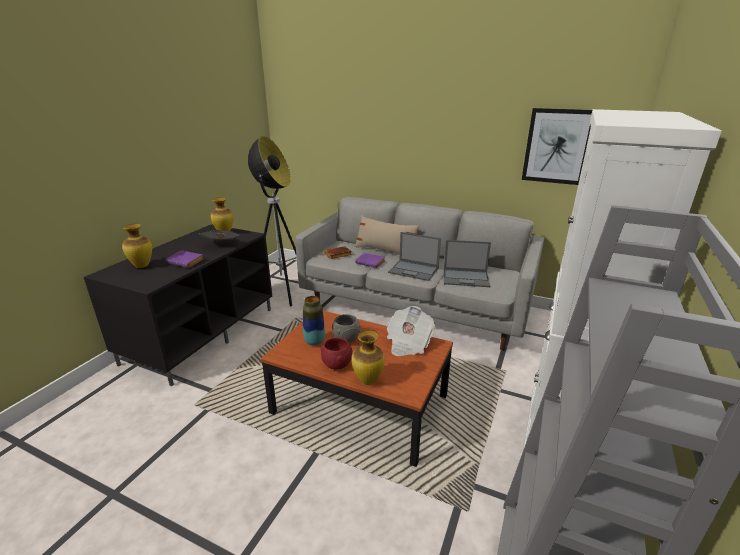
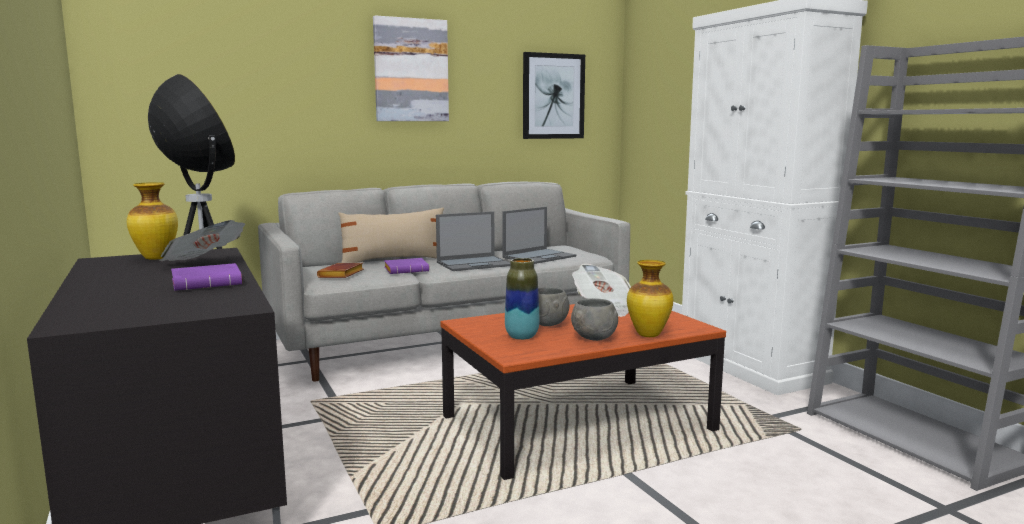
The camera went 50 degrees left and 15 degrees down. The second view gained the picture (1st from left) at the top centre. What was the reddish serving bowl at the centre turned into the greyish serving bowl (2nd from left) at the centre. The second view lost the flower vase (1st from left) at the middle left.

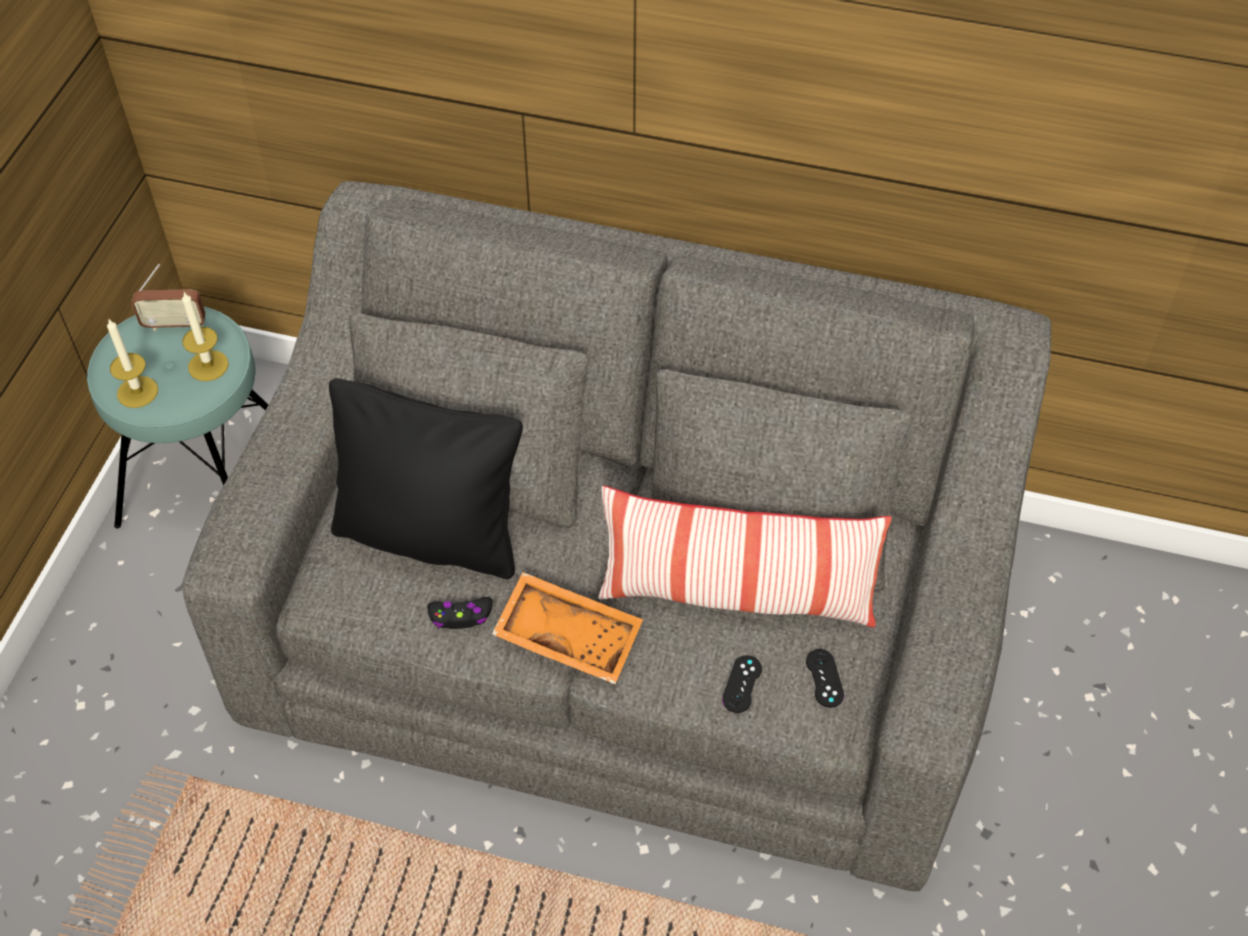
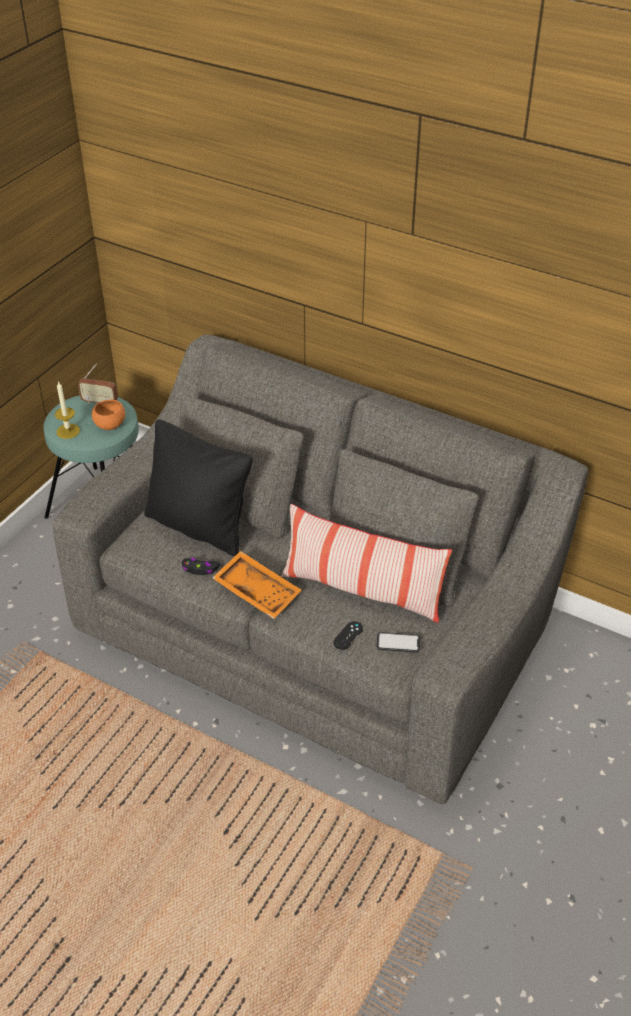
The camera went 15 degrees right and 10 degrees down. Where the candle (2nd from left) stood at the middle left, the orangey serving bowl came to stand at the middle left. Where the blackish joypad (3rd from left) stood at the bottom centre, the handset came to stand at the centre.

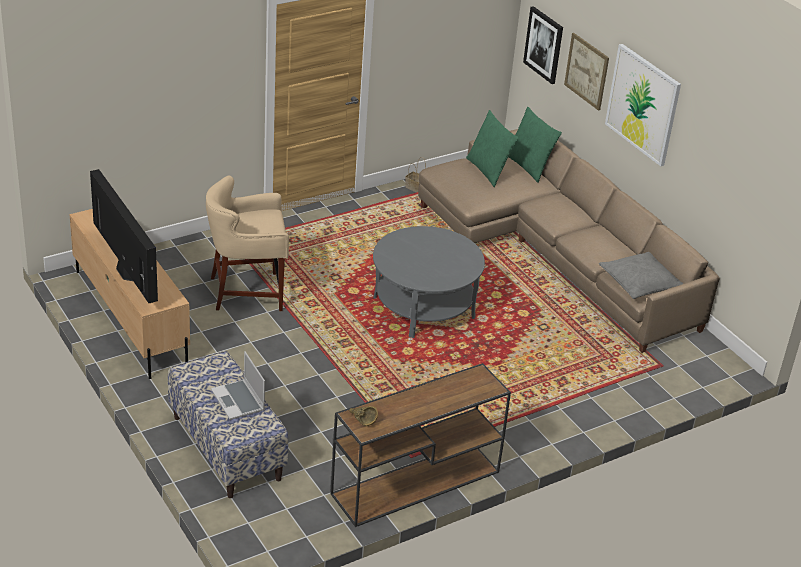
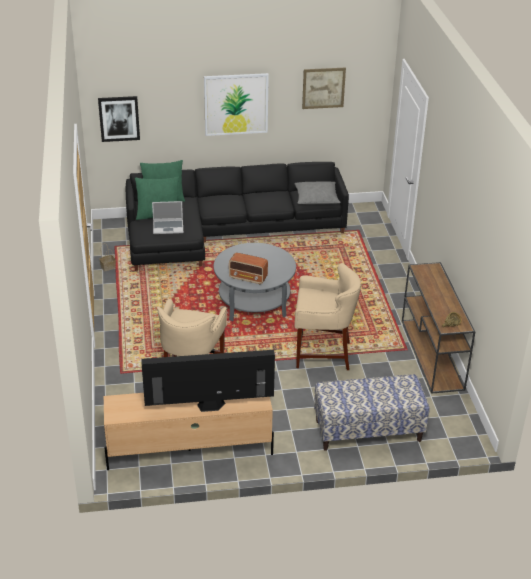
The camera went 65 degrees left and 0 degrees up. What was the beige-coloured sofa at the middle right turned into the blackish sofa at the centre. The notebook computer ended up elsewhere, having gone from the bottom left to the middle left. The second view gained the radio at the centre. The second view gained the beige-coloured stool seat (2nd from left) at the centre. The picture (2nd from left in the first image) ended up elsewhere, having gone from the top right to the top centre.

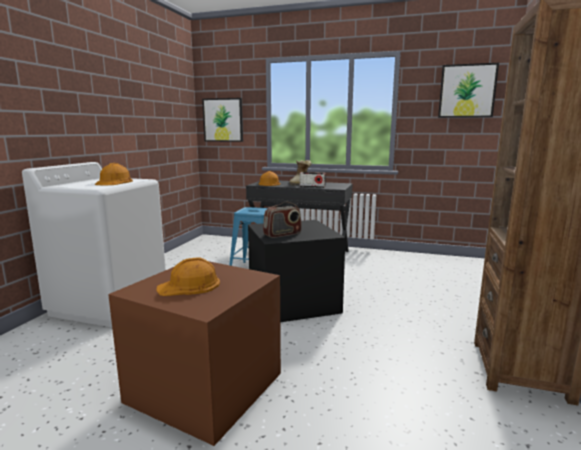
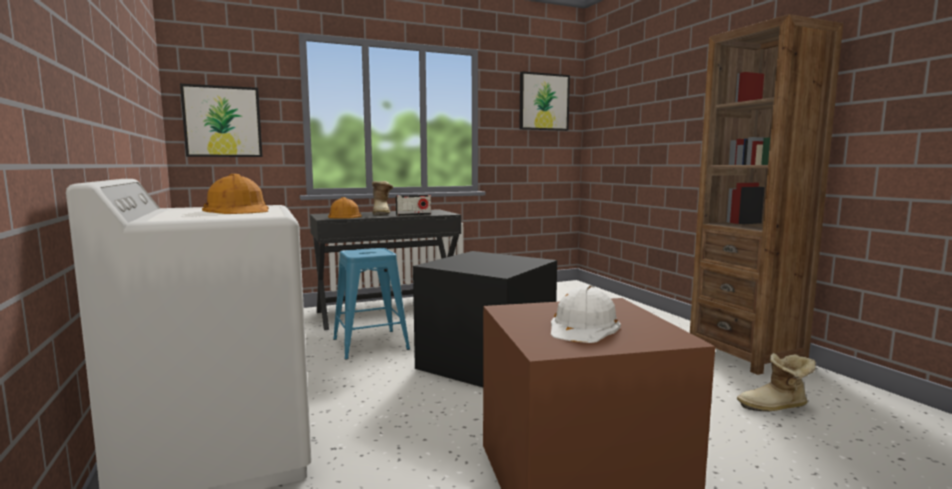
The camera went 40 degrees left and 5 degrees down. What was the orangey work helmet (2nd from left) at the middle left turned into the white work helmet at the centre. The second view gained the high-top boot (2nd from left) at the bottom right. The second view lost the radio (1st from left) at the centre.

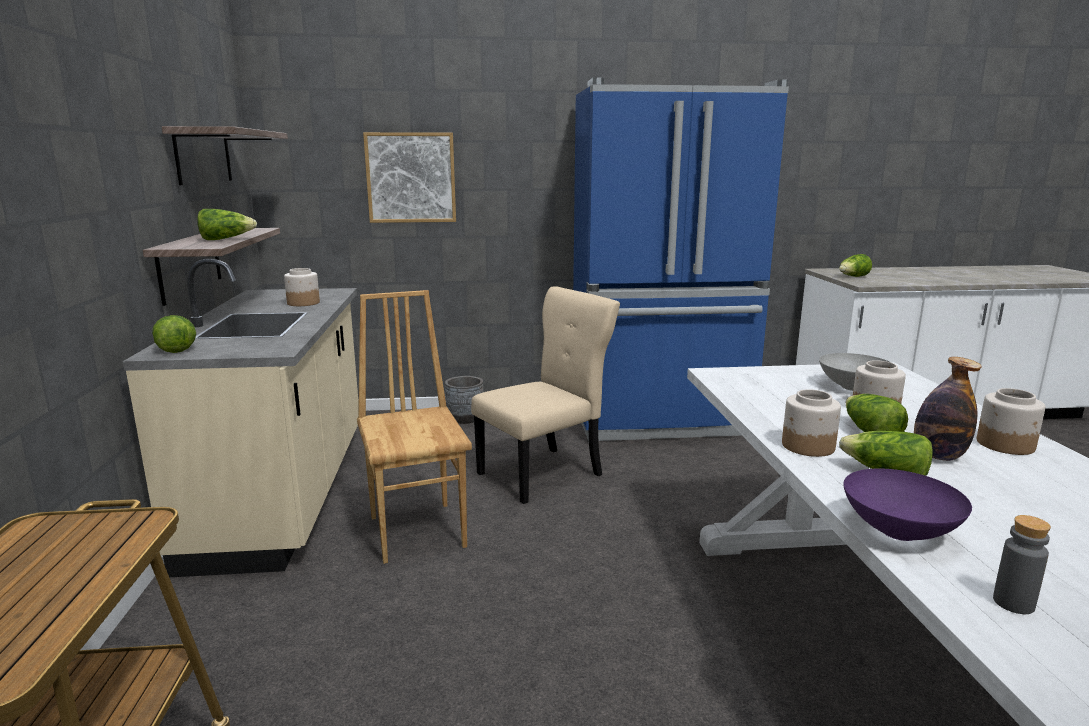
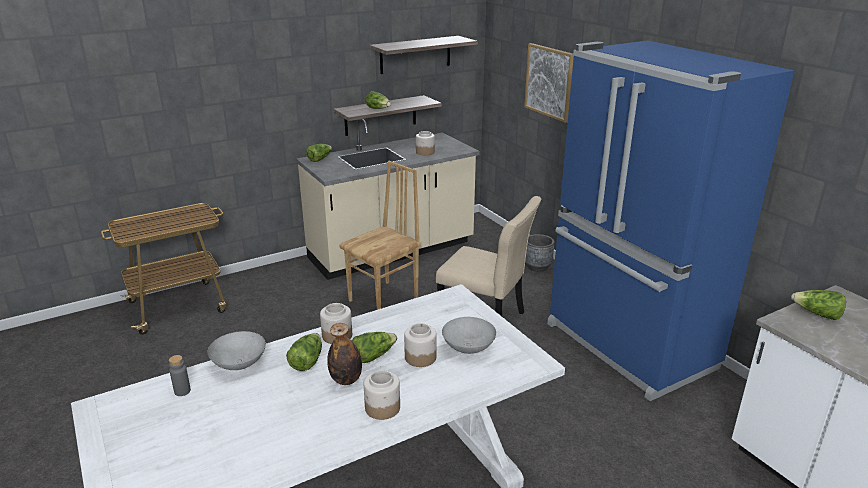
The camera went 65 degrees right and 10 degrees up. What was the purple serving bowl at the bottom right turned into the greyish serving bowl (1st from left) at the bottom left.

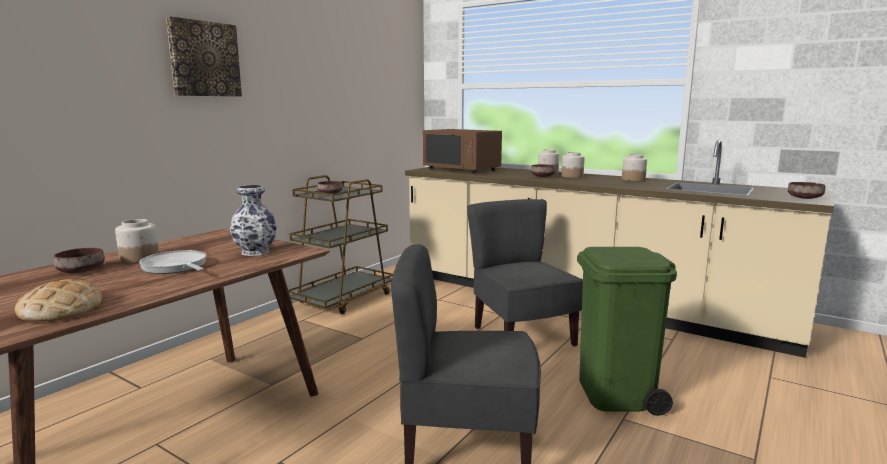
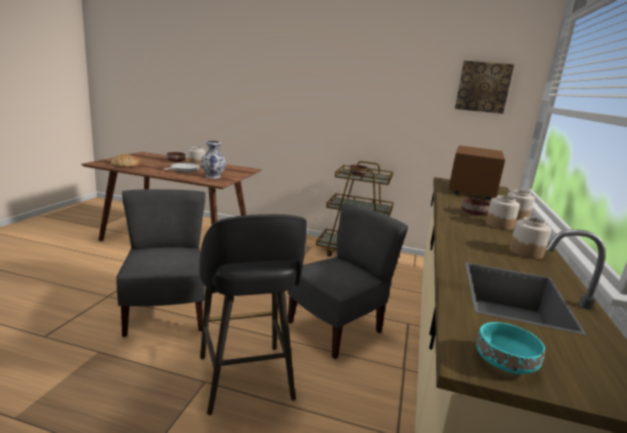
The camera went 70 degrees right and 5 degrees up. Where the greenish trash can stood at the bottom right, the blackish stool seat came to stand at the bottom centre. The picture ended up elsewhere, having gone from the top left to the top right. What was the brown serving bowl (4th from left) at the middle right turned into the turquoise serving bowl at the bottom right.

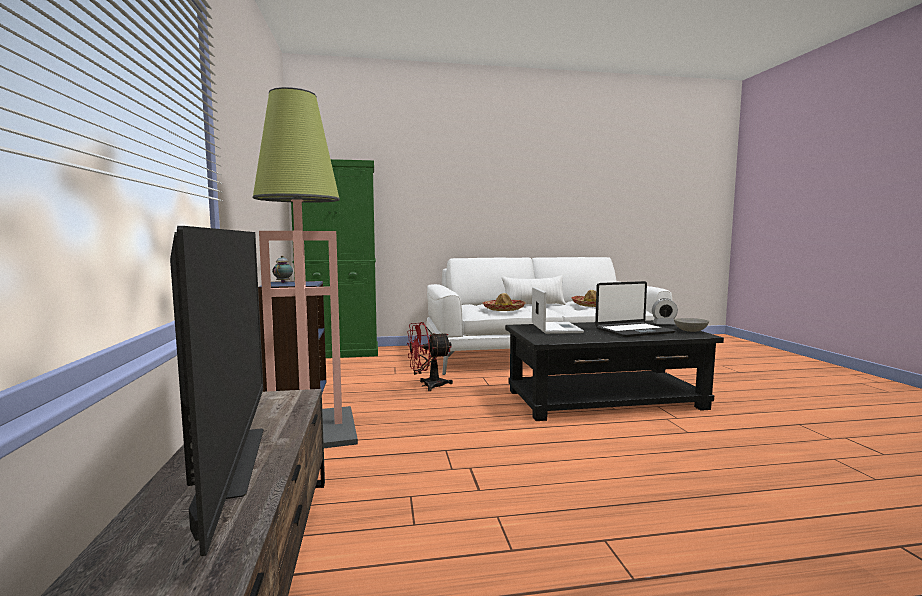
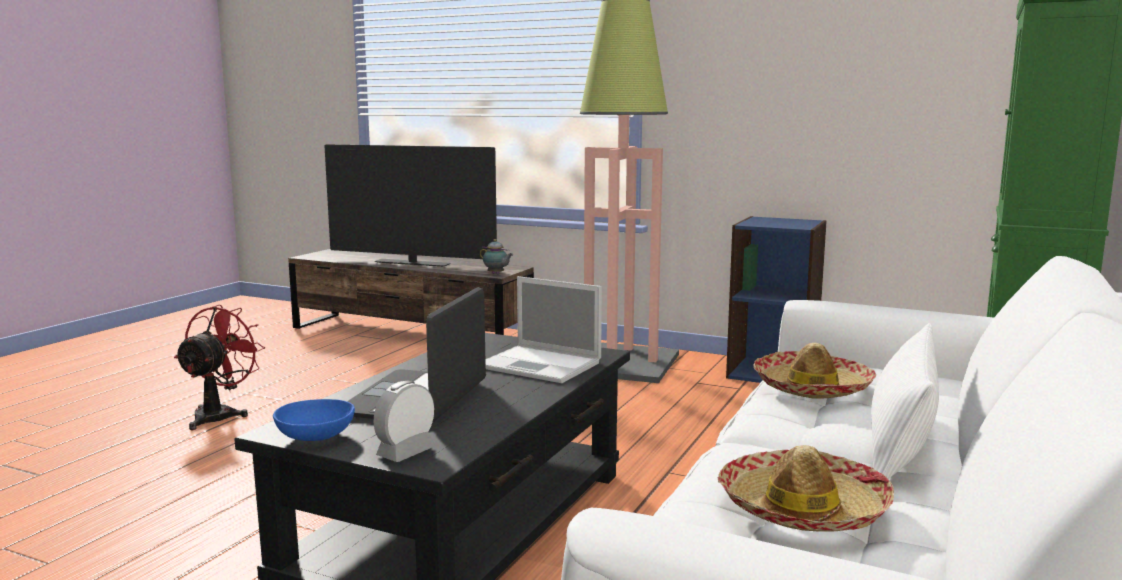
The camera went 125 degrees right and 5 degrees up. The reddish cooling fan ended up elsewhere, having gone from the centre to the middle left. What was the greyish serving bowl at the middle right turned into the blue-coloured serving bowl at the bottom left. The teapot ended up elsewhere, having gone from the middle left to the centre.

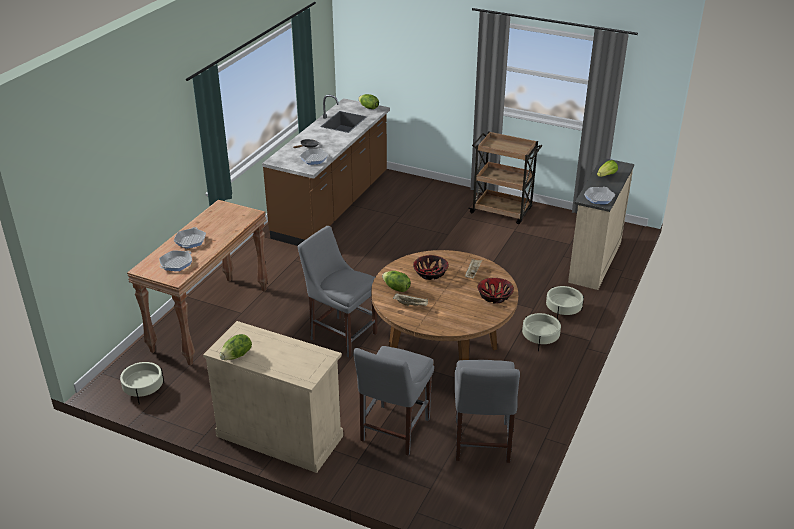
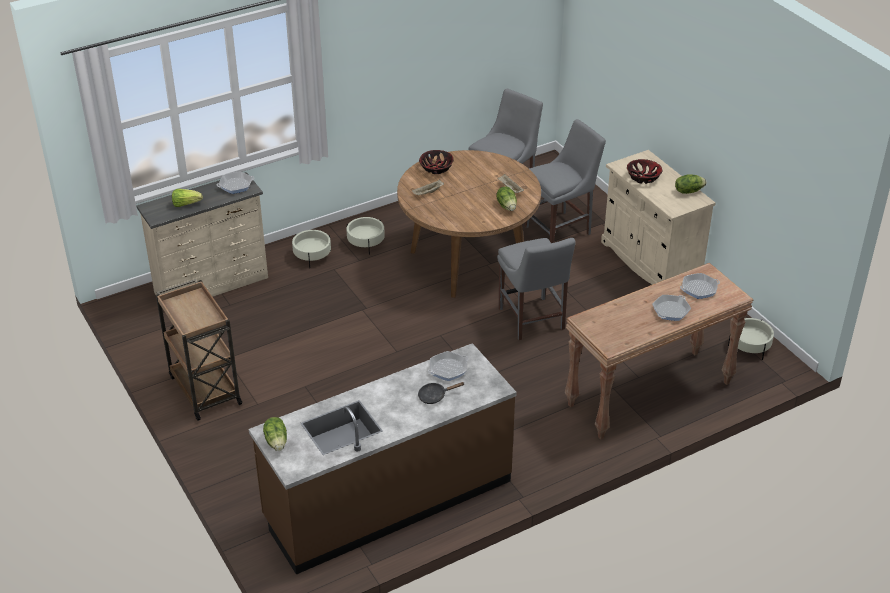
The camera went 145 degrees left and 5 degrees up. The serving bowl (1st from left in the first image) ended up elsewhere, having gone from the centre to the top right.

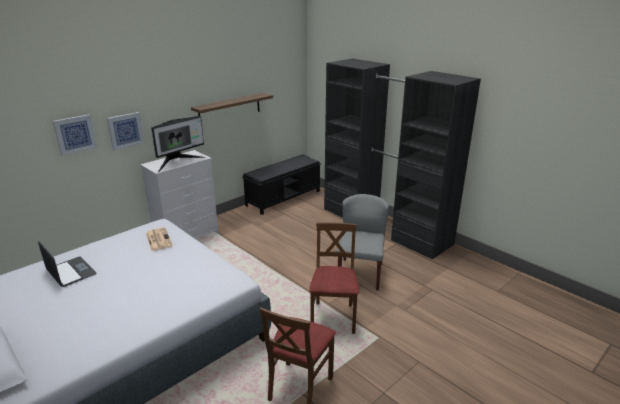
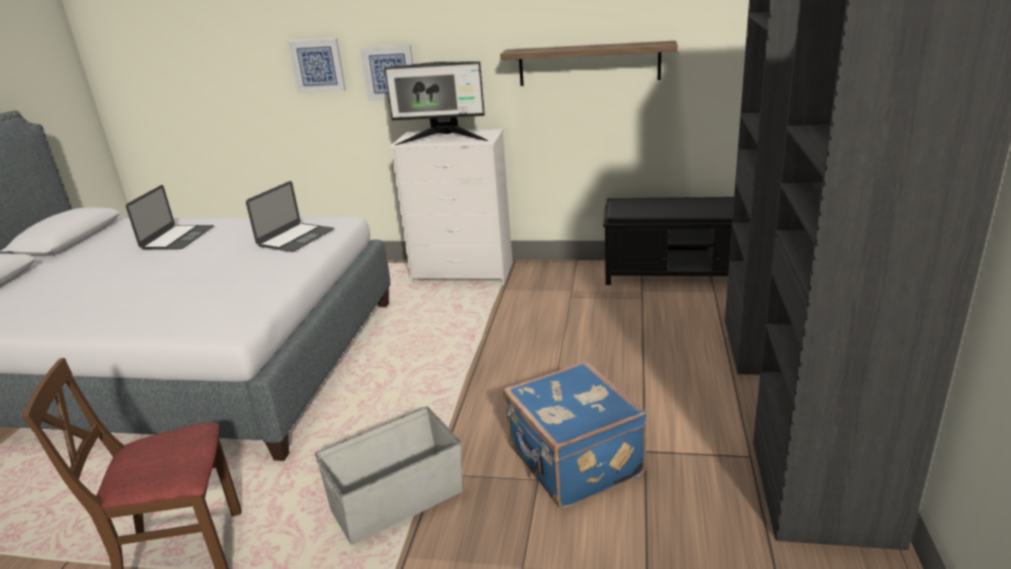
The camera went 55 degrees right and 0 degrees up. Where the printed paper stood at the middle left, the notebook computer (2nd from left) came to stand at the middle left. Where the brown plain chair (2nd from left) stood at the bottom centre, the greyish storage container came to stand at the bottom centre. Where the greyish plain chair stood at the centre, the blue-coloured travel case came to stand at the bottom centre.

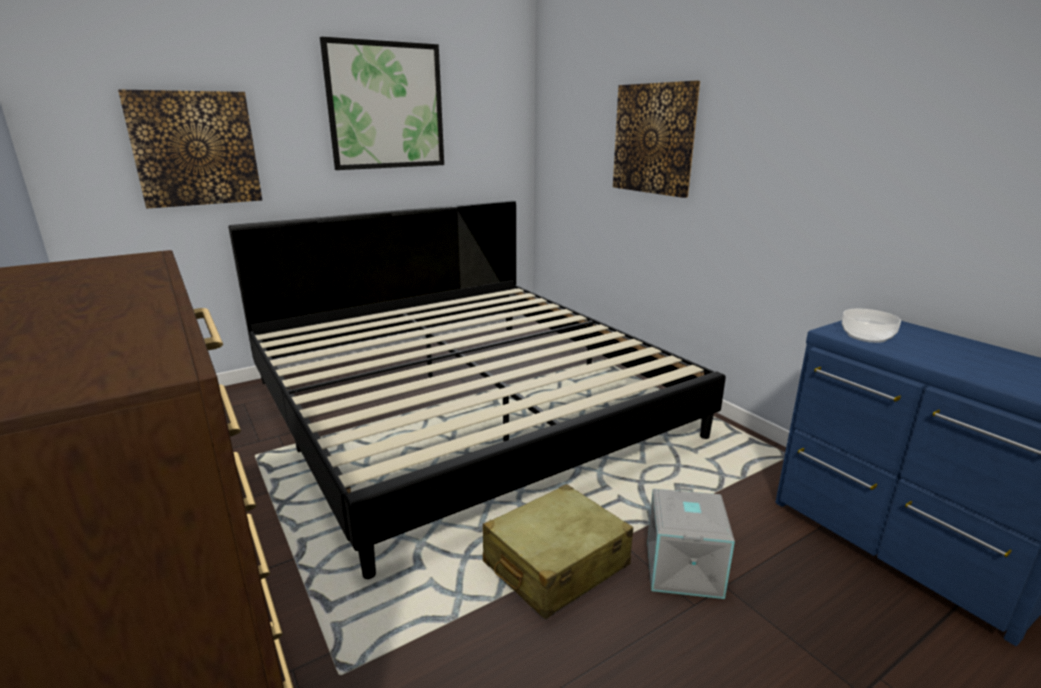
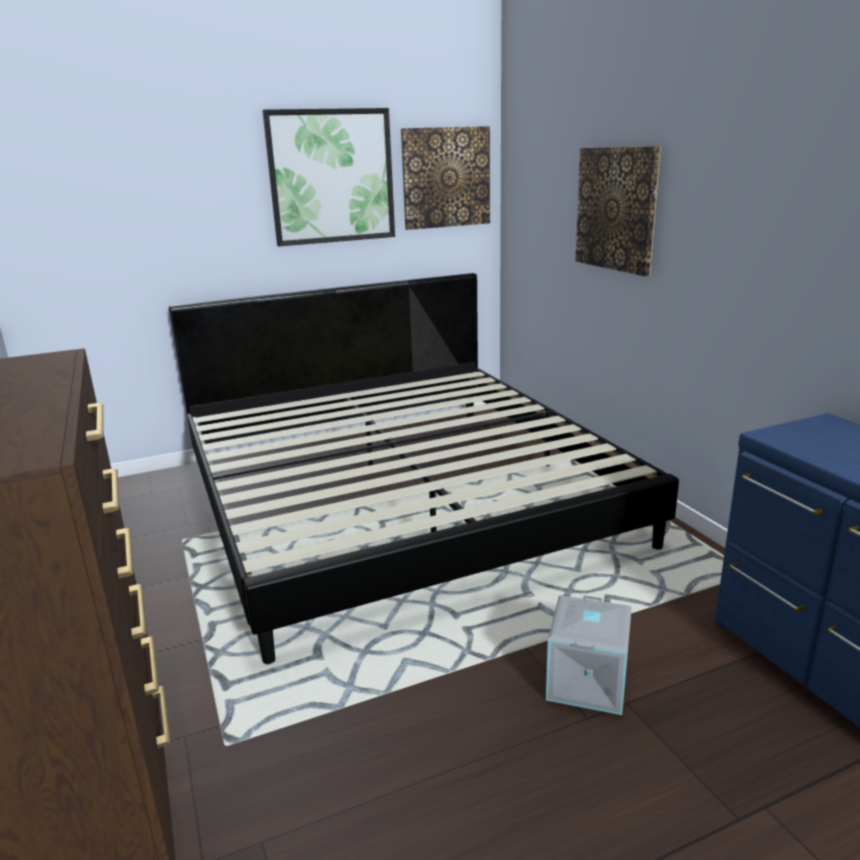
The camera went 10 degrees right and 0 degrees up. The picture (1st from left in the first image) ended up elsewhere, having gone from the top left to the top centre. The second view lost the beige-coloured travel case at the bottom centre. The second view lost the serving bowl at the middle right.

